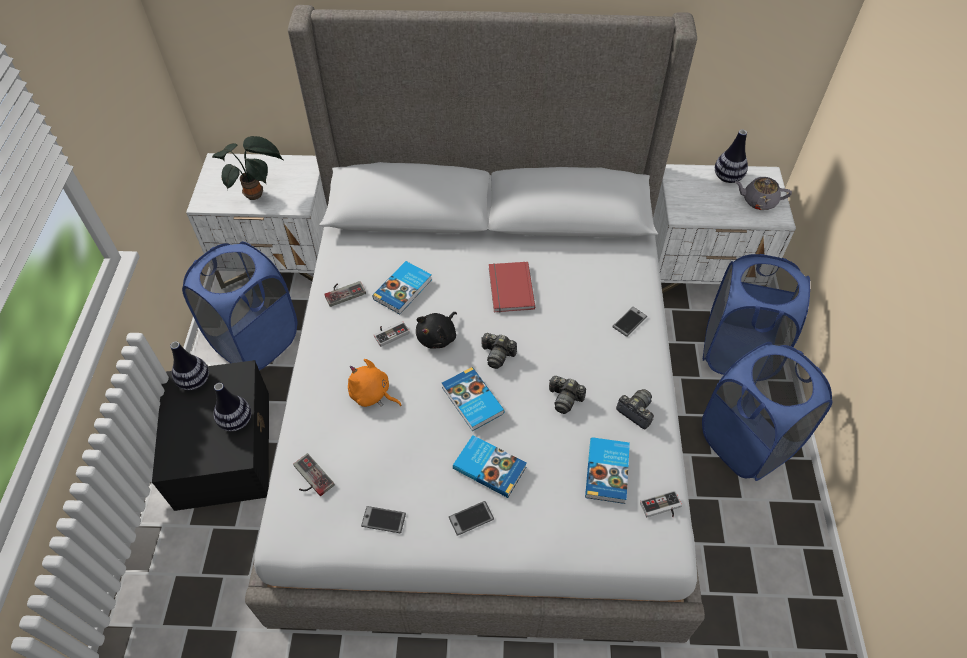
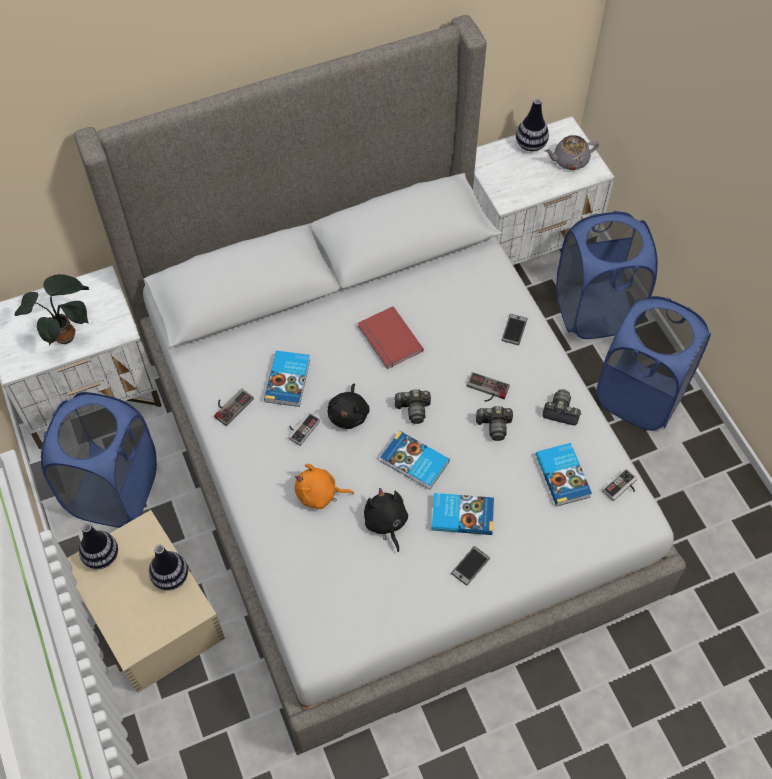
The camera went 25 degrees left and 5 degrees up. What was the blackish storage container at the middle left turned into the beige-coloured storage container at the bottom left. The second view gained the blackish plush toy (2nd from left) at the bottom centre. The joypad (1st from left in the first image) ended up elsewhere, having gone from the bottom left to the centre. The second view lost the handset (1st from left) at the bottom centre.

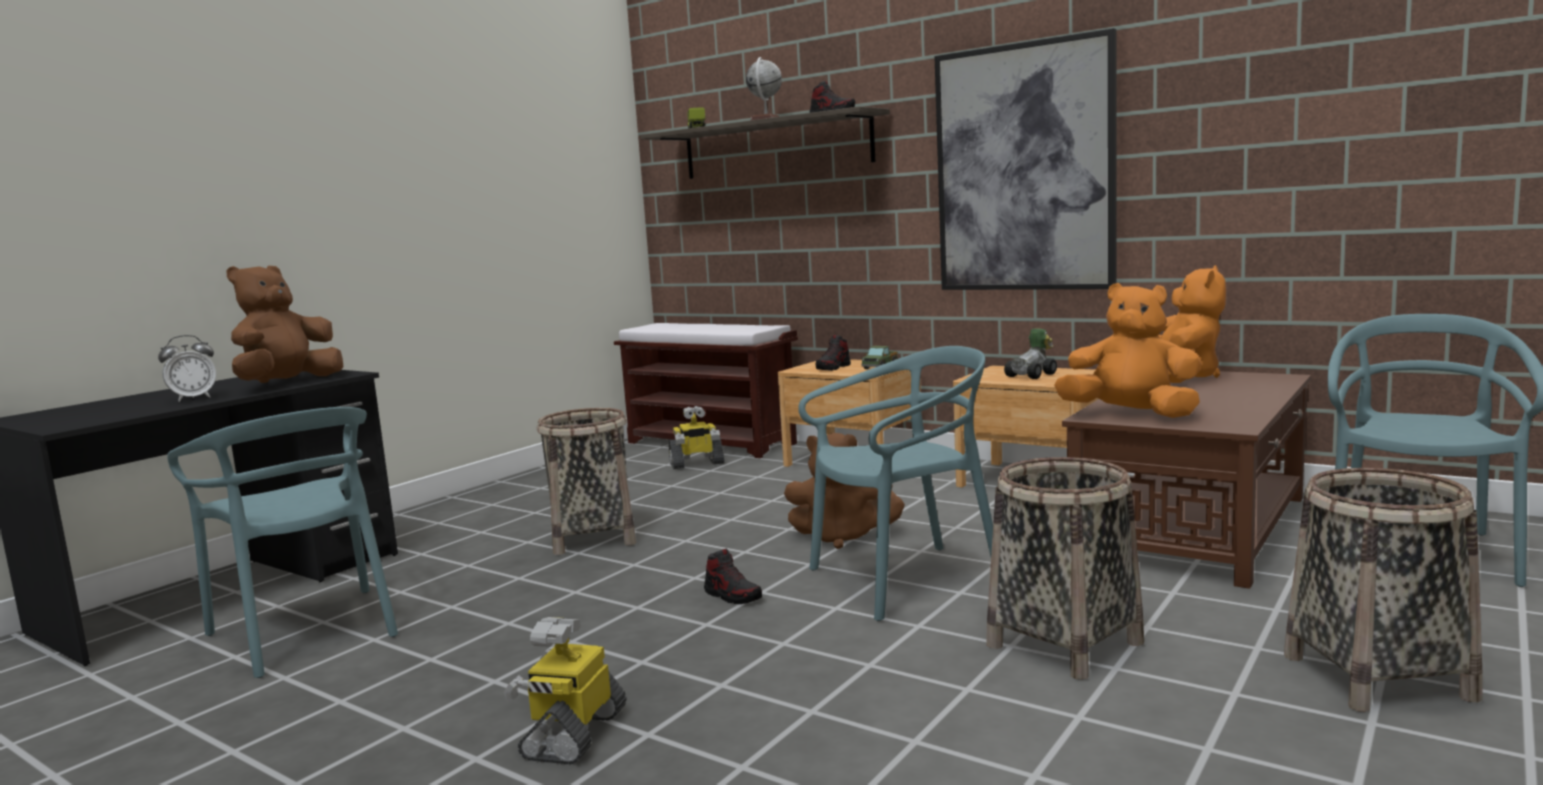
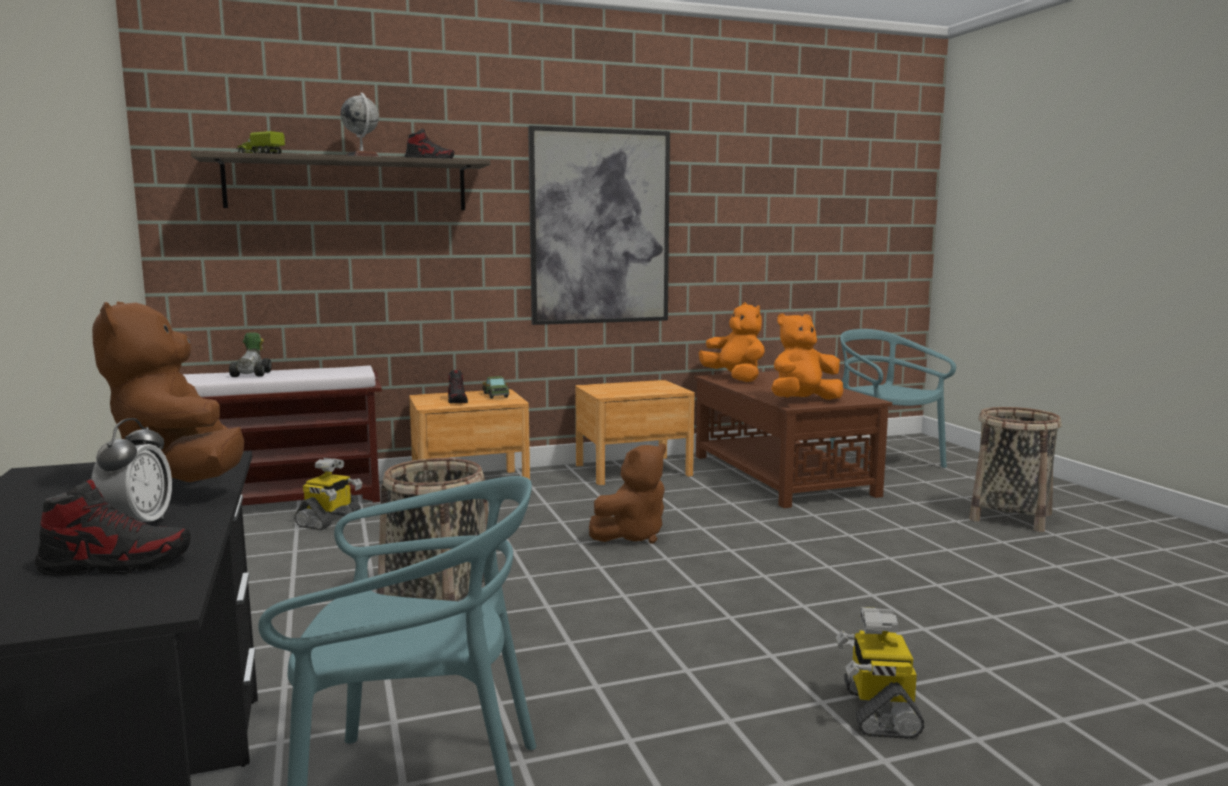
The camera went 55 degrees left and 0 degrees up. The low shoe (1st from left) ended up elsewhere, having gone from the bottom centre to the bottom left. The model car ended up elsewhere, having gone from the middle right to the middle left. The model robot (1st from left in the first image) at the bottom centre ended up facing another way, 45 degrees clockwise from before. The second view lost the turquoise plain chair (2nd from left) at the centre. The second view lost the storage basket (2nd from left) at the bottom right.

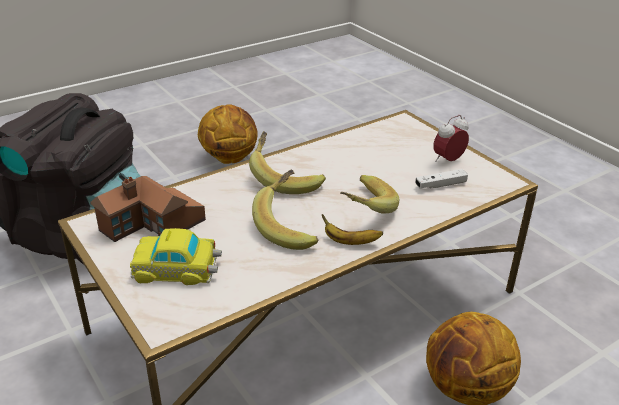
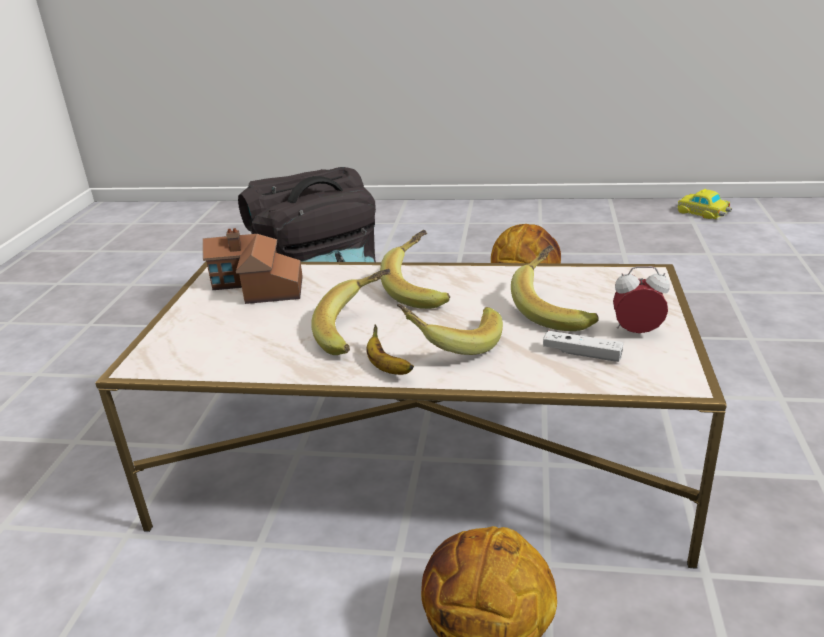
The camera went 45 degrees right and 5 degrees down. The second view gained the banana (5th from left) at the middle right. The model car ended up elsewhere, having gone from the middle left to the top right.

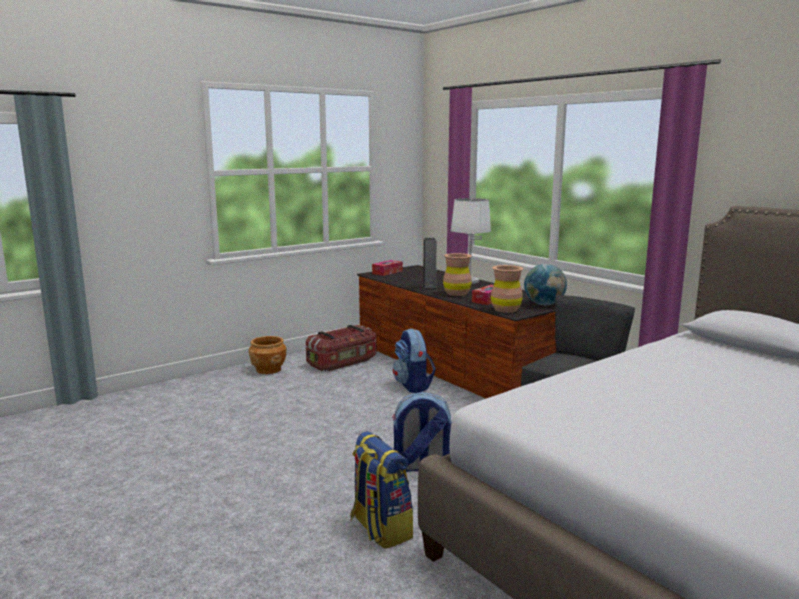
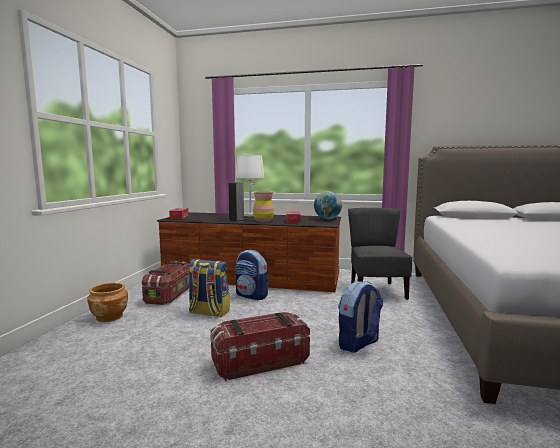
The camera went 40 degrees left and 5 degrees down. The rucksack (1st from left) ended up elsewhere, having gone from the bottom centre to the centre. The second view gained the storage container (2nd from left) at the bottom centre. The second view lost the brown flower vase (2nd from left) at the centre.

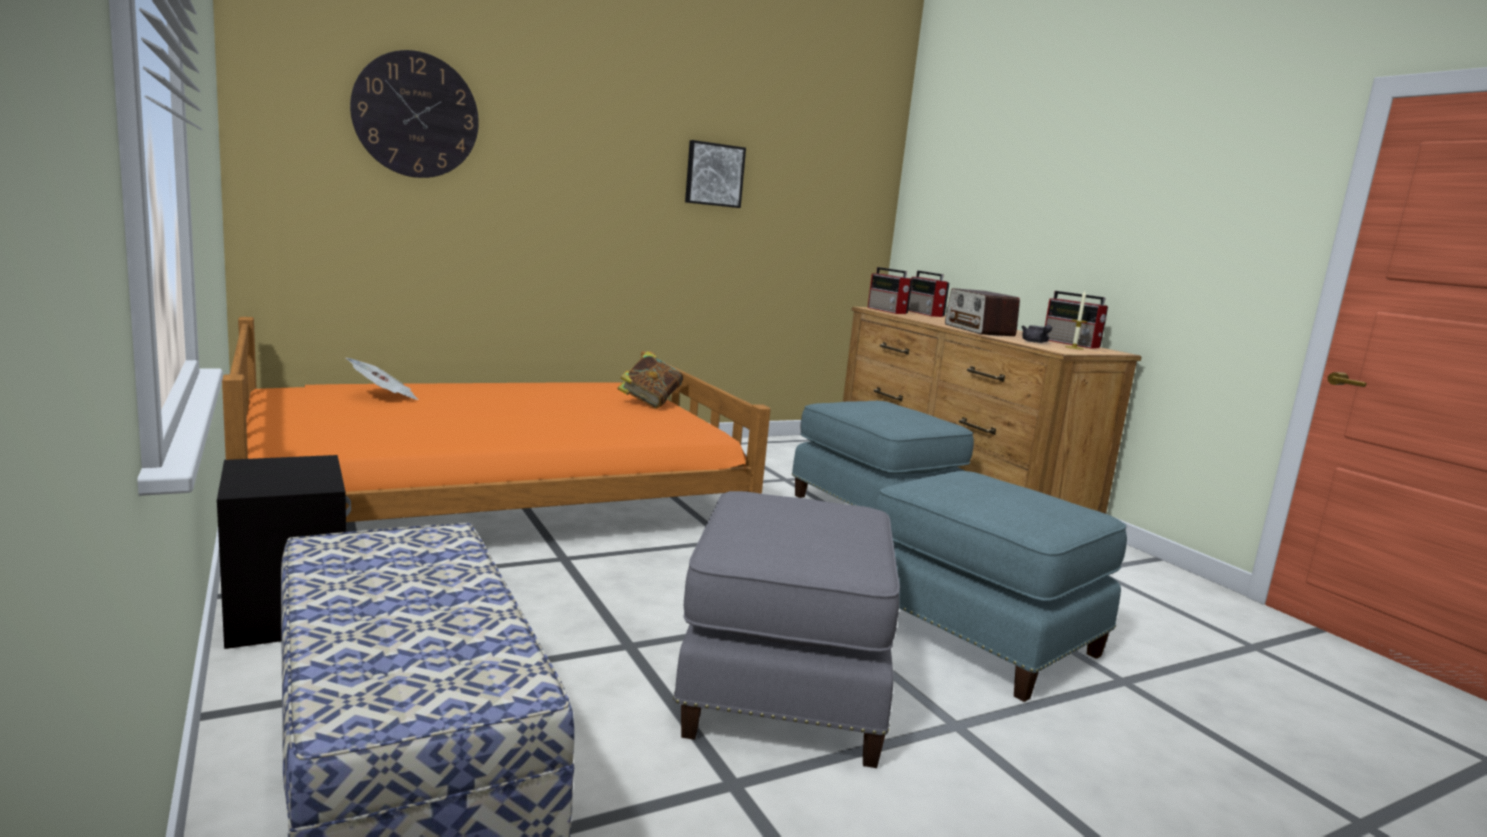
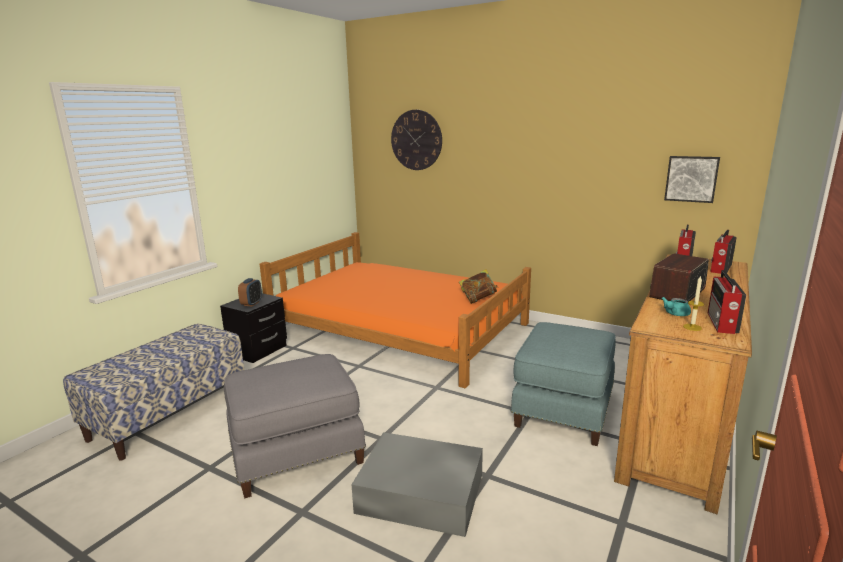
The camera went 60 degrees right and 5 degrees up. The second view gained the alarm clock at the middle left. Where the blue-coloured ottoman (2nd from left) stood at the bottom right, the greyish storage container came to stand at the bottom centre. What was the greyish teapot at the middle right turned into the turquoise teapot at the middle right. The picture ended up elsewhere, having gone from the top centre to the top right. The second view lost the printed paper at the middle left.

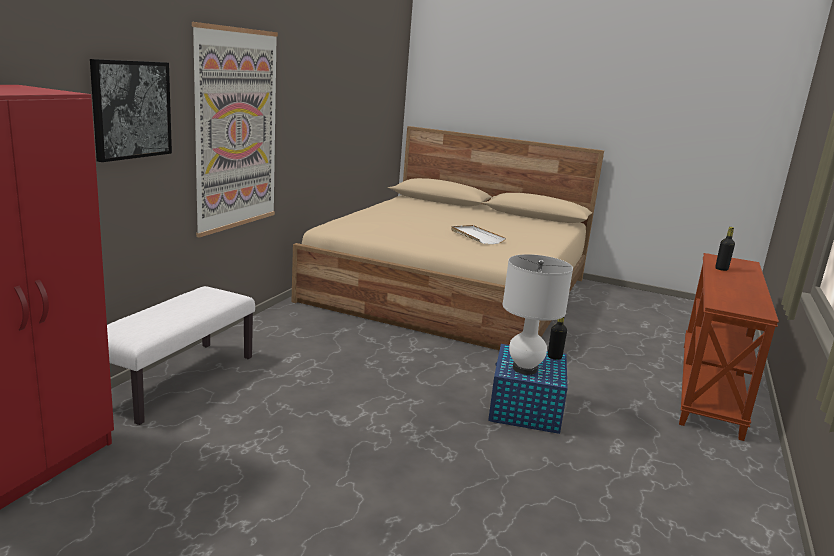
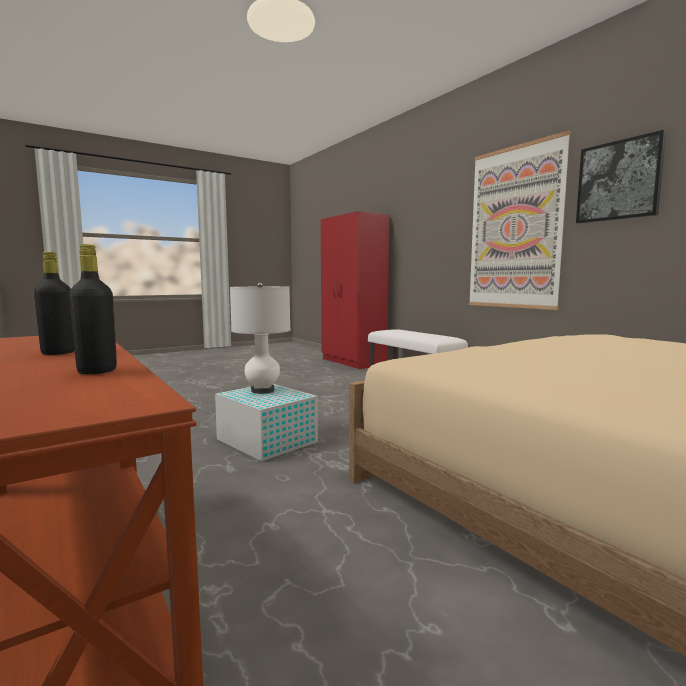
The camera went 125 degrees right and 10 degrees down. The blackish bottle (1st from left) ended up elsewhere, having gone from the middle right to the middle left. What was the blue-coloured storage container at the bottom centre turned into the white storage container at the centre. The picture (1st from left in the first image) ended up elsewhere, having gone from the top left to the top right. The second view lost the white serving tray at the centre.

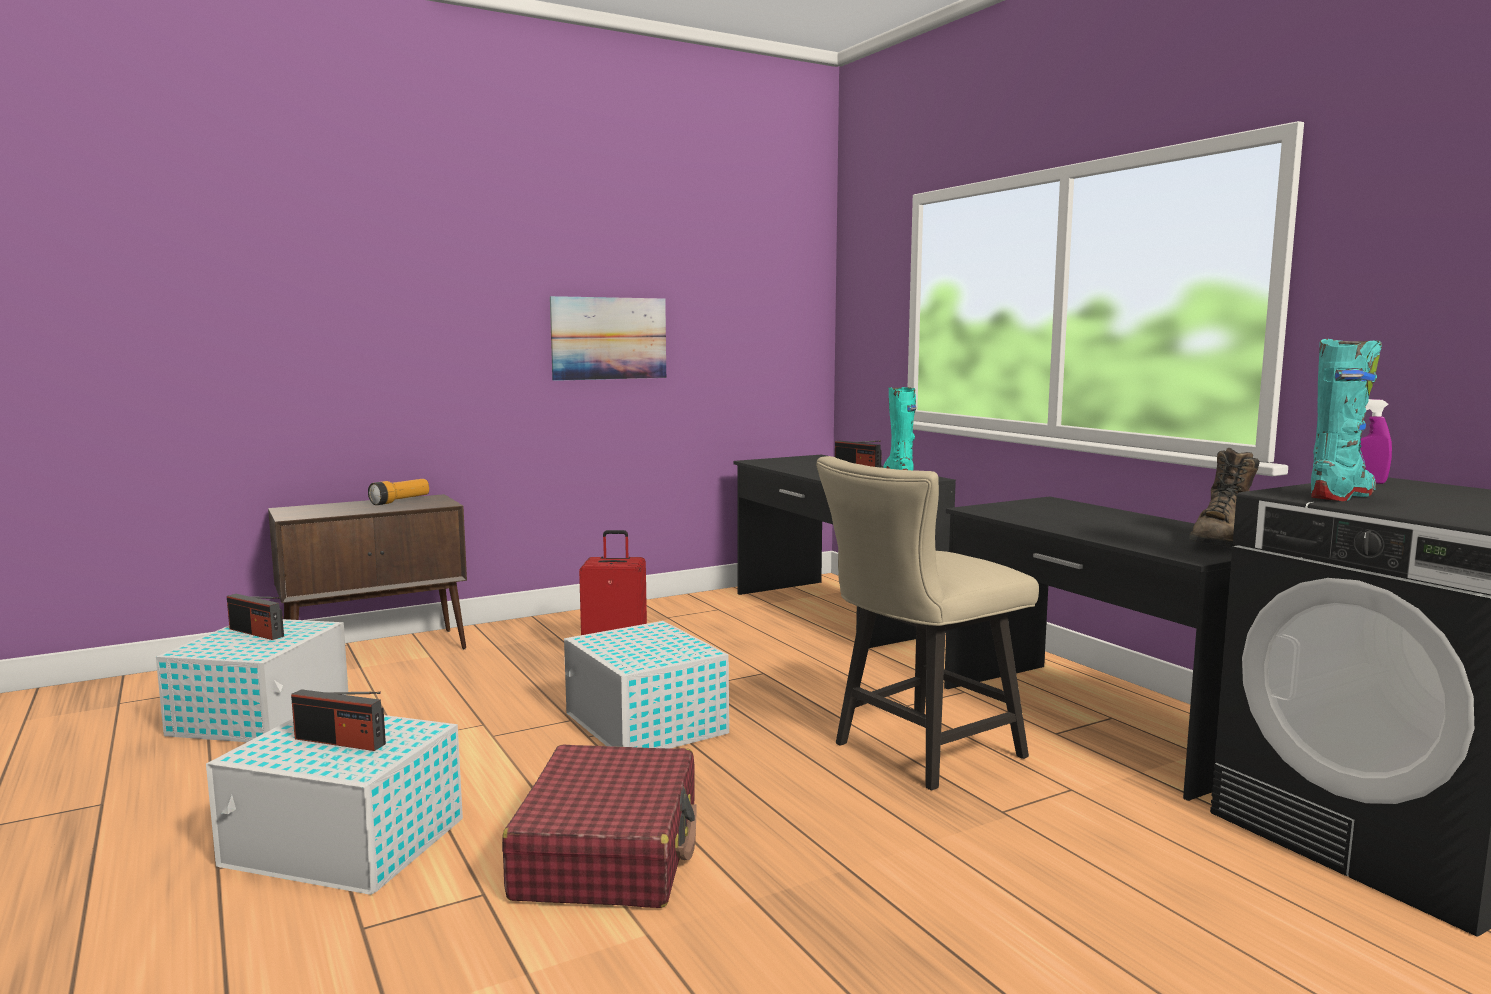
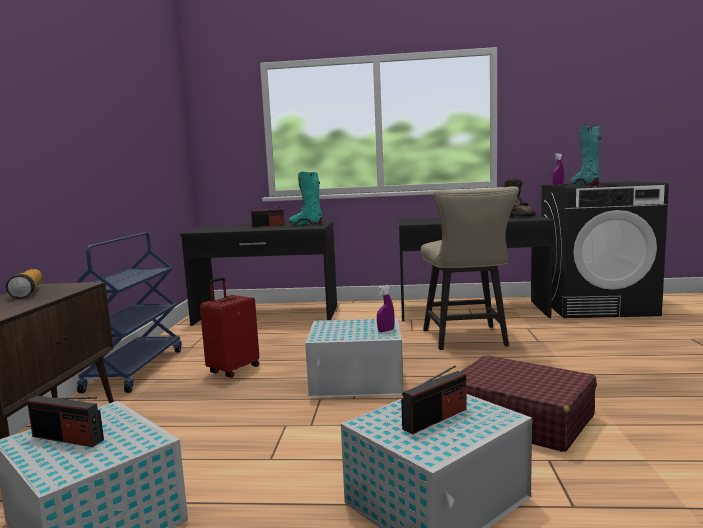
The camera went 55 degrees left and 0 degrees up. The radio (1st from left) at the middle left ended up facing another way, 45 degrees clockwise from before. The second view gained the blue-coloured trolley at the middle left. The second view gained the purple spray bottle (1st from left) at the centre. The second view lost the picture at the centre.

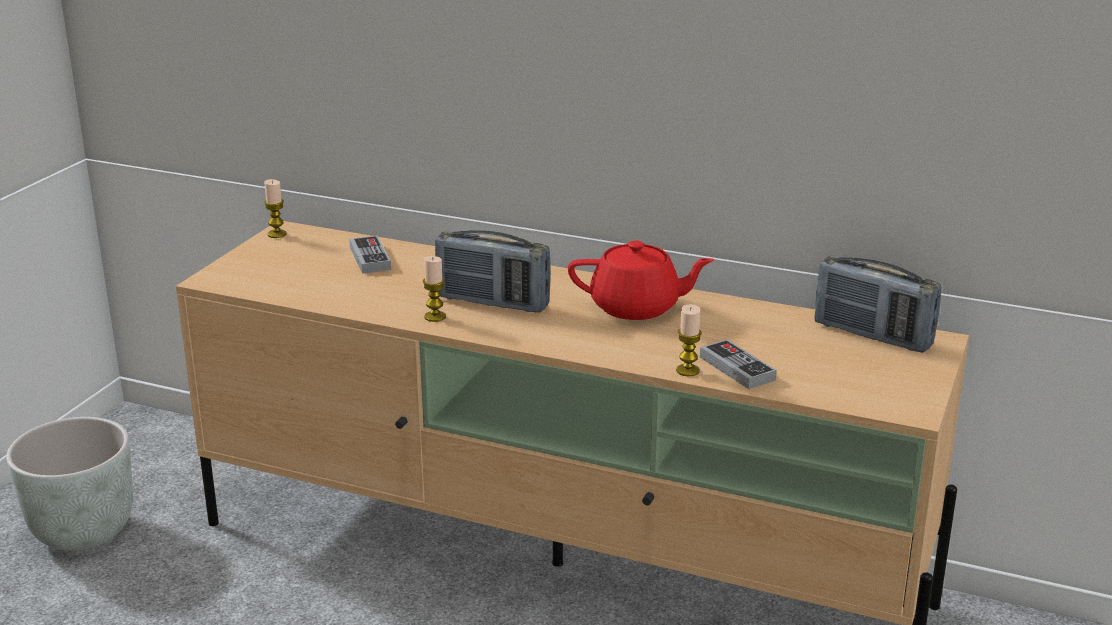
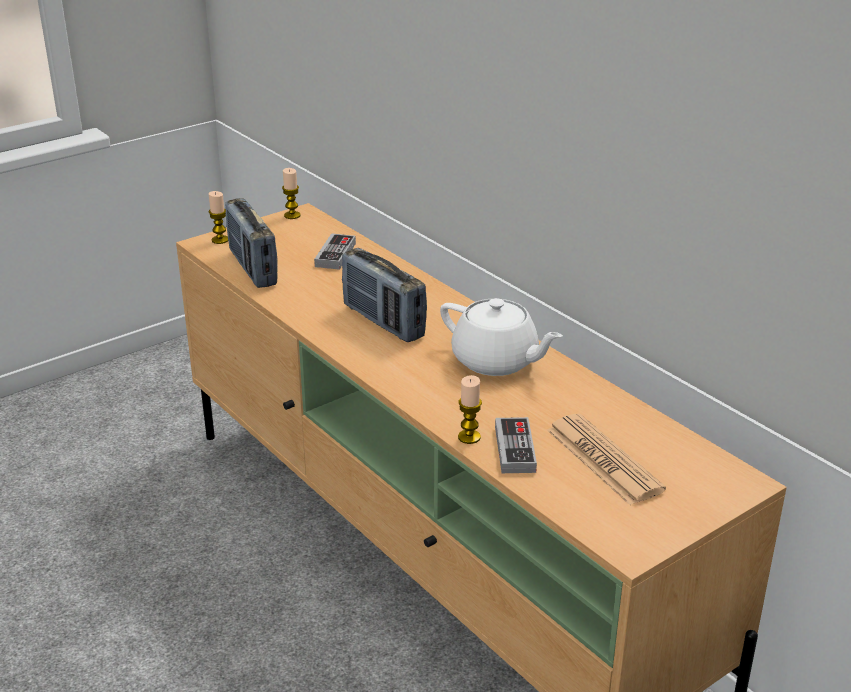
The camera went 30 degrees right and 5 degrees up. The candle (2nd from left in the first image) ended up elsewhere, having gone from the centre to the top left. The radio (2nd from left in the first image) ended up elsewhere, having gone from the middle right to the middle left. What was the reddish teapot at the centre turned into the white teapot at the centre. The second view gained the printed paper at the middle right. The second view lost the greyish flower pot at the bottom left.

